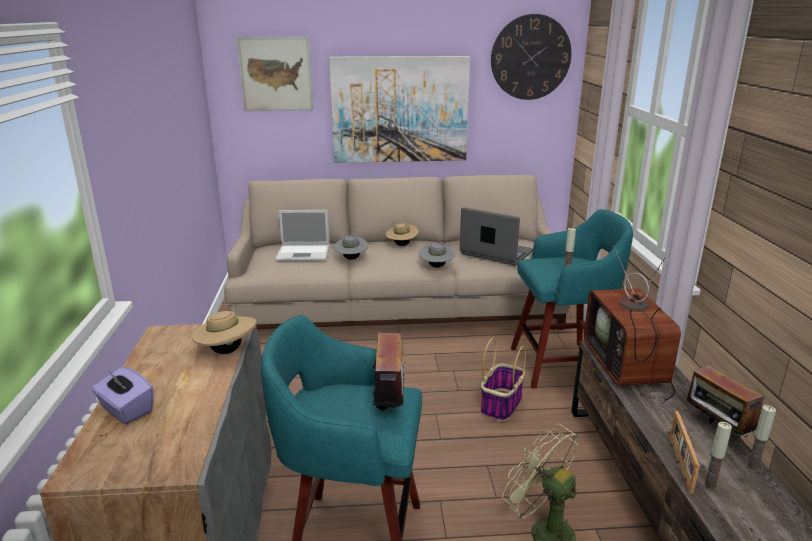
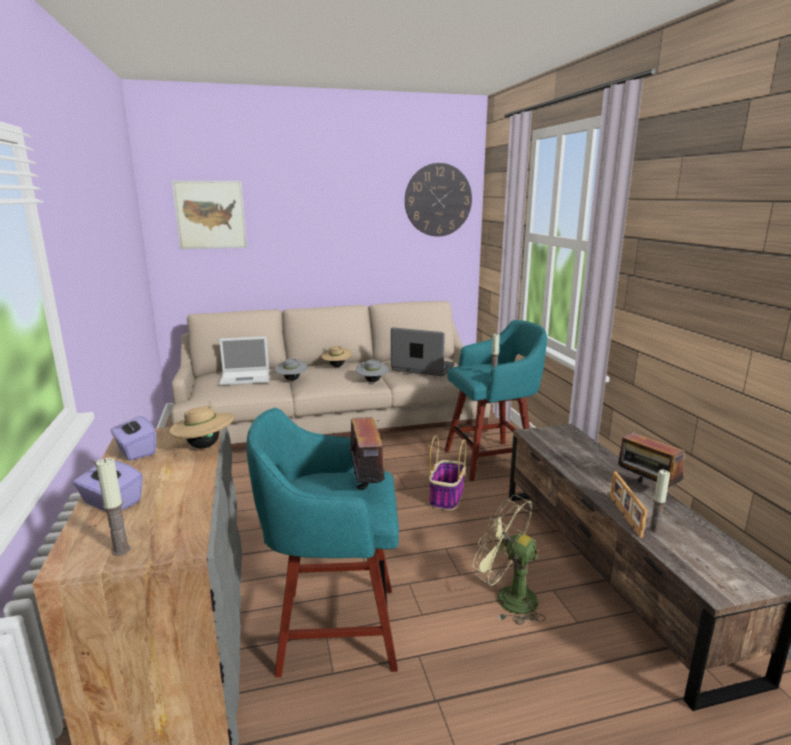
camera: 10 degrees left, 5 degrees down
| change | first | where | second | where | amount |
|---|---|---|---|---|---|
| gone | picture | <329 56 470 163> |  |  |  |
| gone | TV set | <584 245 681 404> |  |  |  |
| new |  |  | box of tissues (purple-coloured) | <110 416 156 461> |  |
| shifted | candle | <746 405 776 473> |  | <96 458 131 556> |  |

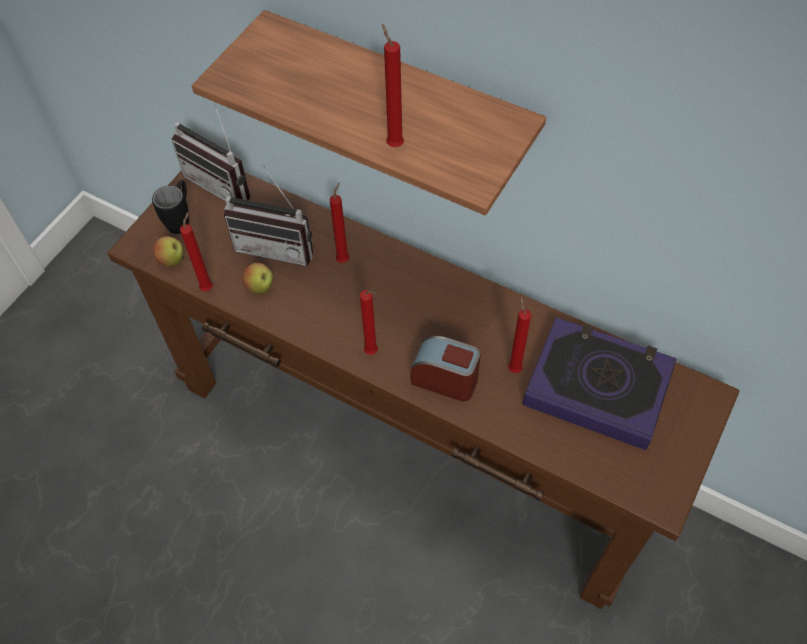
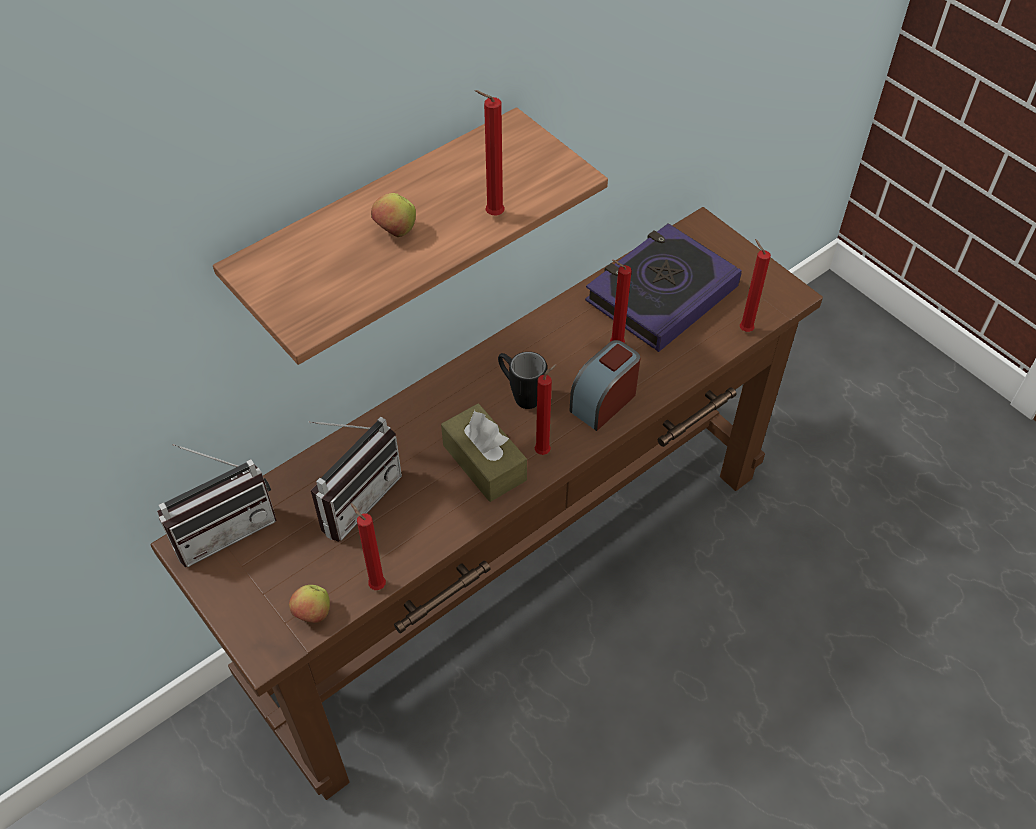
camera: 70 degrees left, 5 degrees down
| change | first | where | second | where | amount |
|---|---|---|---|---|---|
| new |  |  | box of tissues (brownish) | <441 404 527 502> |  |
| shifted | coffee mug (black-coloured) | <152 180 189 234> |  | <498 352 547 409> |  |
| shifted | apple | <242 263 273 294> |  | <371 193 416 237> |  |
| shifted | candle (red) | <330 183 349 263> |  | <740 239 771 332> |  |

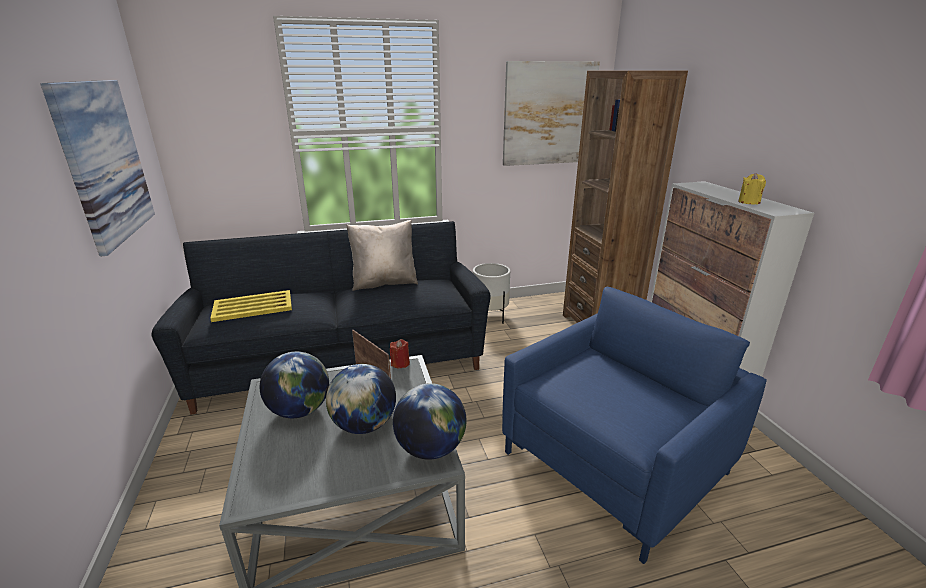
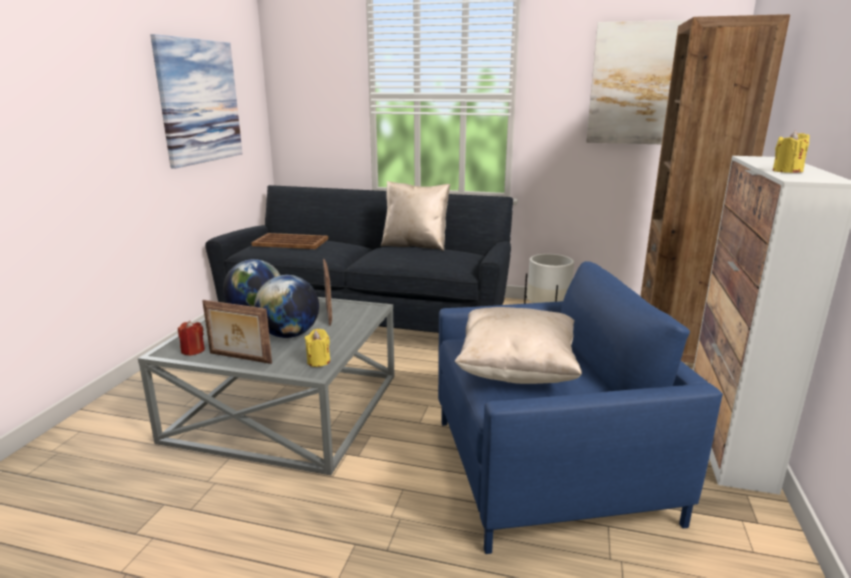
camera: 30 degrees right, 5 degrees down
| change | first | where | second | where | amount |
|---|---|---|---|---|---|
| new |  |  | picture frame | <202 300 272 364> |  |
| new |  |  | throw pillow (beige-coloured) | <455 307 582 384> |  |
| shifted | candle (red) | <390 339 410 368> |  | <178 321 205 356> |  |
| swapped | world globe | <393 383 466 460> | candle (yellowish) | <305 329 330 367> |  |
| repainted | serving tray (yellowish) | <210 290 292 322> | serving tray (brownish) | <251 233 328 249> |  |

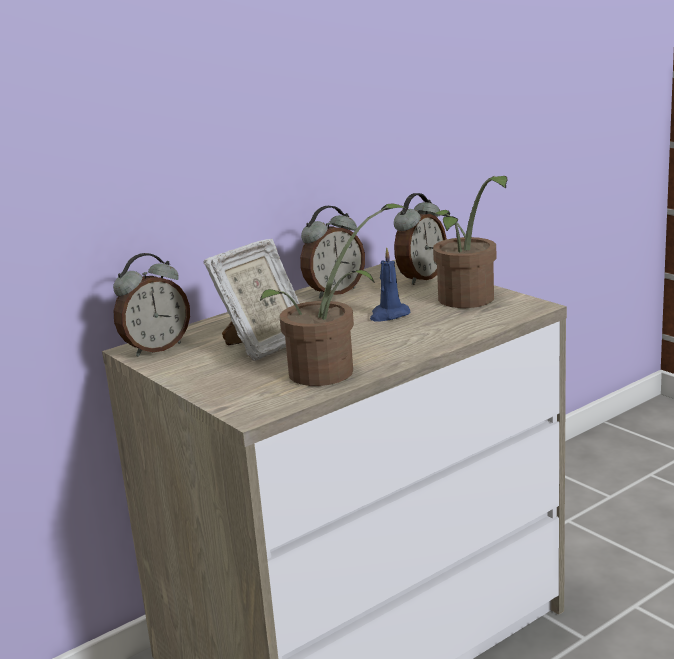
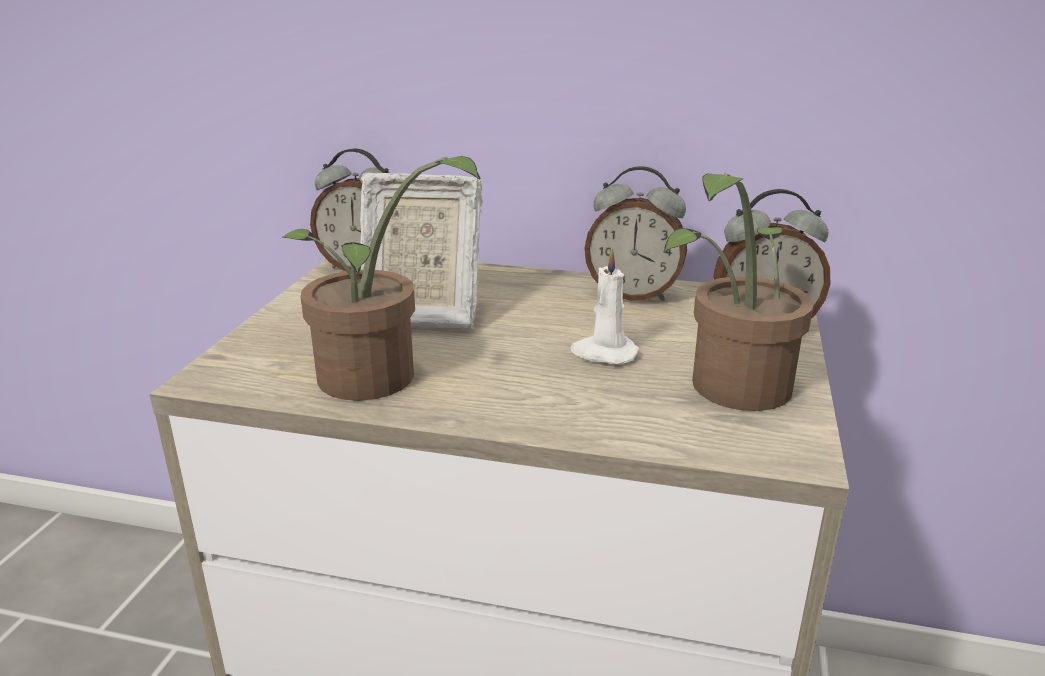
camera: 50 degrees right, 5 degrees up
| change | first | where | second | where | amount |
|---|---|---|---|---|---|
| repainted | candle (bluish) | <370 247 410 322> | candle (whitish) | <571 248 639 364> |  |

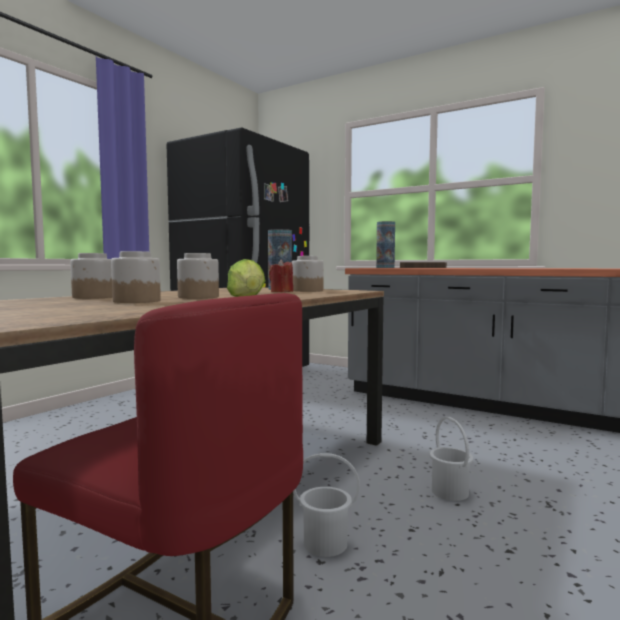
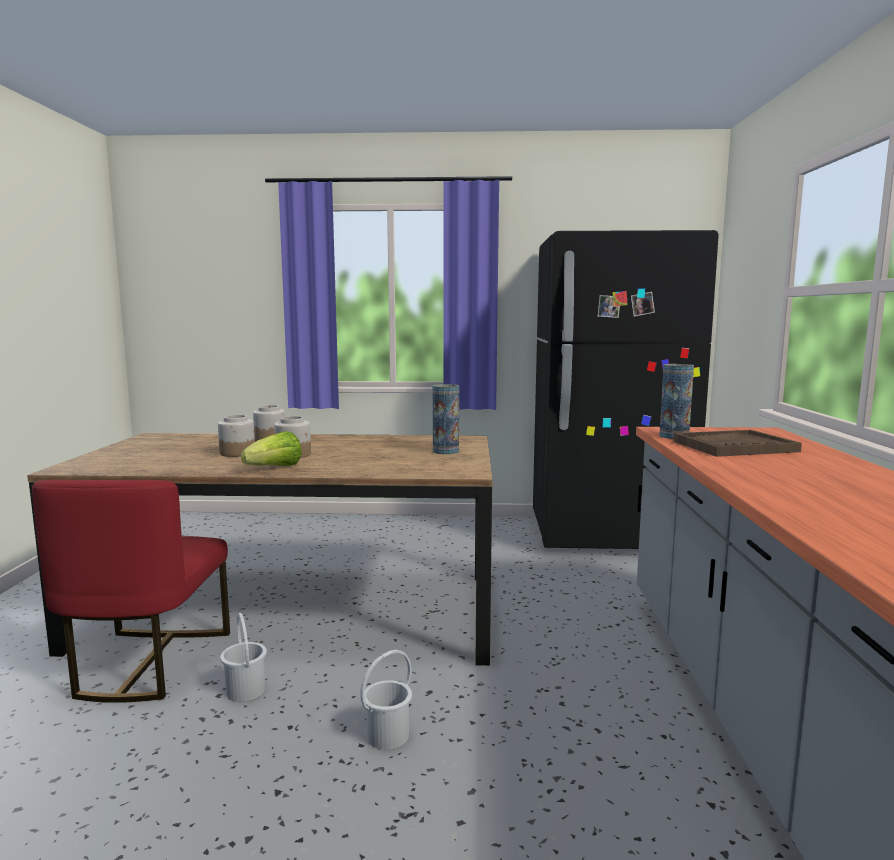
camera: 60 degrees right, 5 degrees up
| change | first | where | second | where | amount |
|---|---|---|---|---|---|
| gone | candle (red) | <269 260 293 292> |  |  |  |
| gone | preserve jar | <292 256 323 292> |  |  |  |

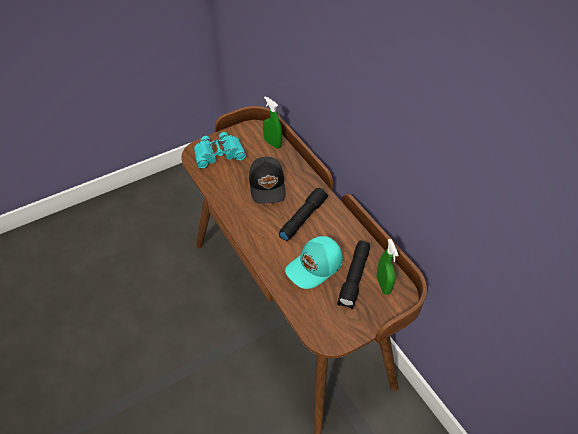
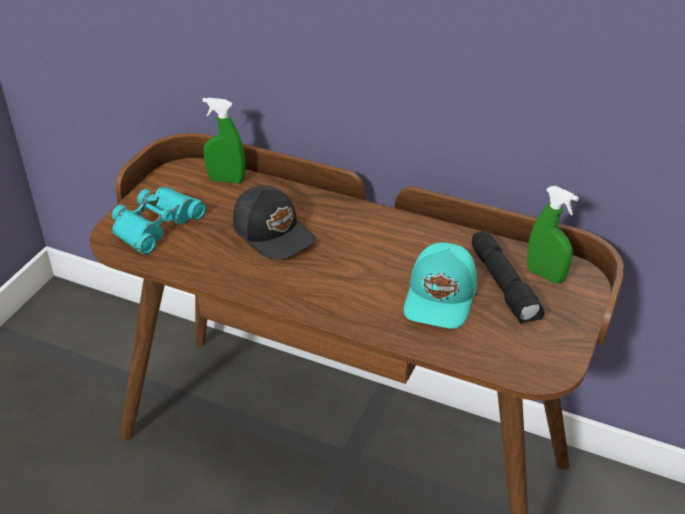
camera: 35 degrees left, 10 degrees down
| change | first | where | second | where | amount |
|---|---|---|---|---|---|
| gone | torch (black-coloured) | <279 188 328 241> |  |  |  |

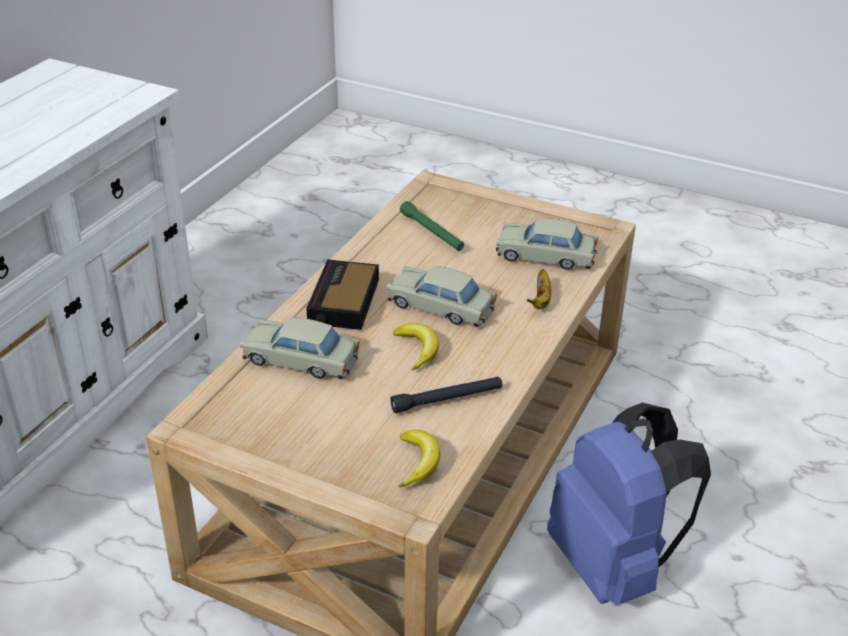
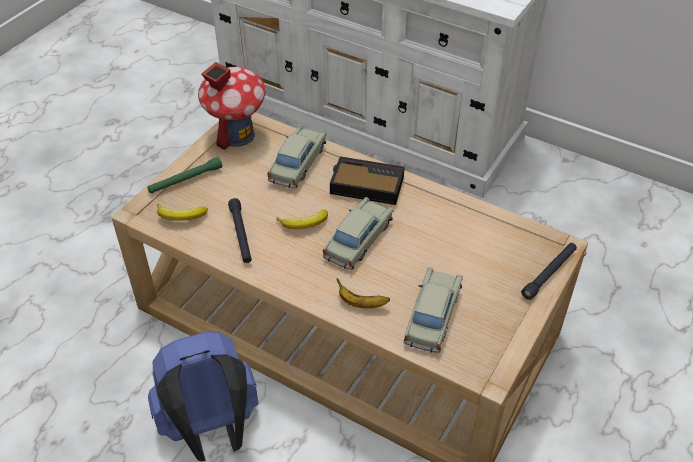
camera: 95 degrees right, 10 degrees up
| change | first | where | second | where | amount |
|---|---|---|---|---|---|
| new |  |  | toy house | <198 62 266 150> |  |
| new |  |  | torch (black-coloured) | <521 243 577 300> |  |
| shifted | torch (green) | <400 201 464 251> |  | <147 157 222 194> |  |

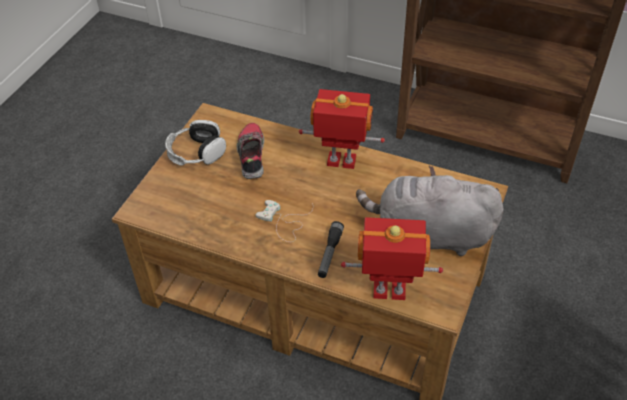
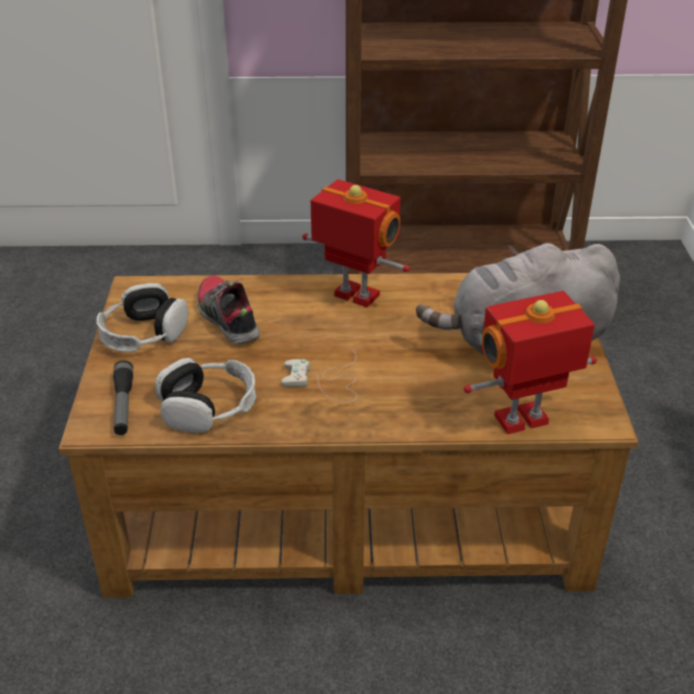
camera: 25 degrees left, 10 degrees down
| change | first | where | second | where | amount |
|---|---|---|---|---|---|
| new |  |  | pair of headphones | <155 358 256 433> |  |
| shifted | torch | <318 221 344 278> |  | <113 360 133 435> |  |
| rotated | robot figure | <299 89 385 169> |  | <302 179 410 307> | 45 degrees clockwise |

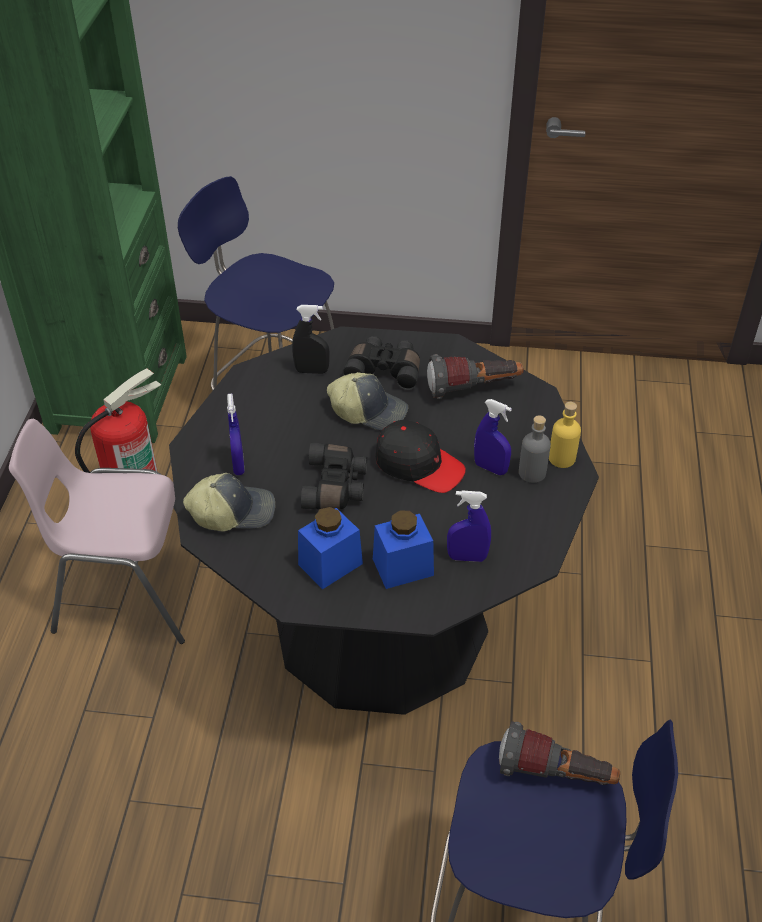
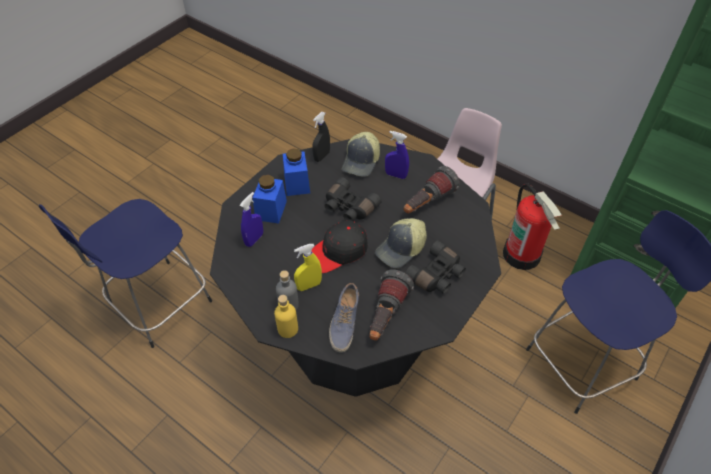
camera: 120 degrees right, 5 degrees up
| change | first | where | second | where | amount |
|---|---|---|---|---|---|
| new |  |  | low shoe | <329 283 359 353> |  |
| shifted | spray bottle (black-coloured) | <292 305 329 374> |  | <312 112 330 162> |  |
| shifted | torch | <499 721 620 785> |  | <403 166 460 214> |  |
| repainted | spray bottle (bluish) | <474 399 512 475> | spray bottle (yellowish) | <294 244 322 291> |  |

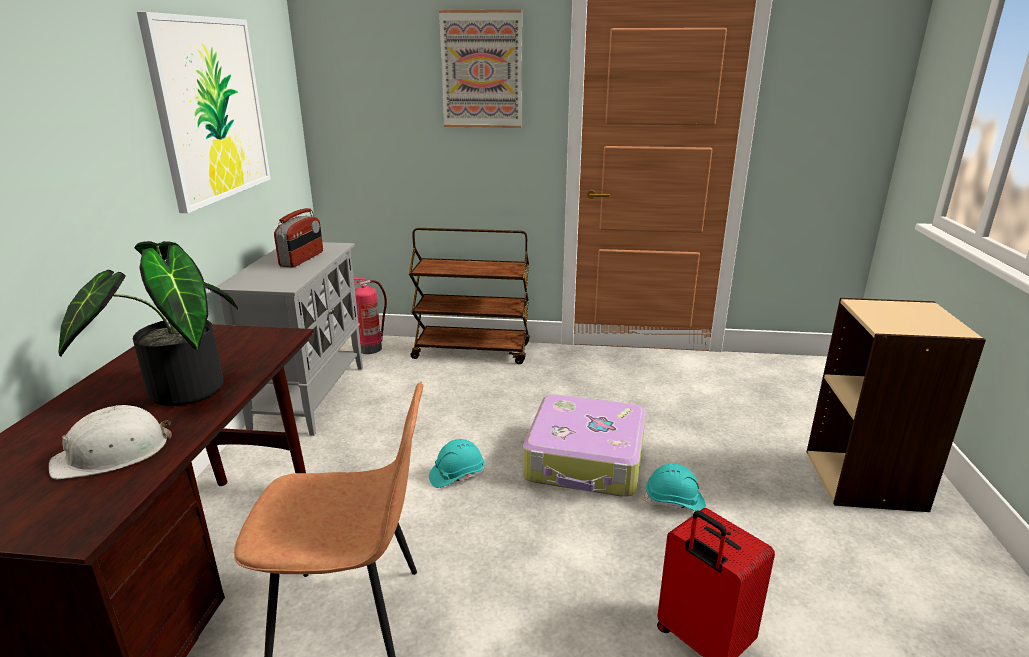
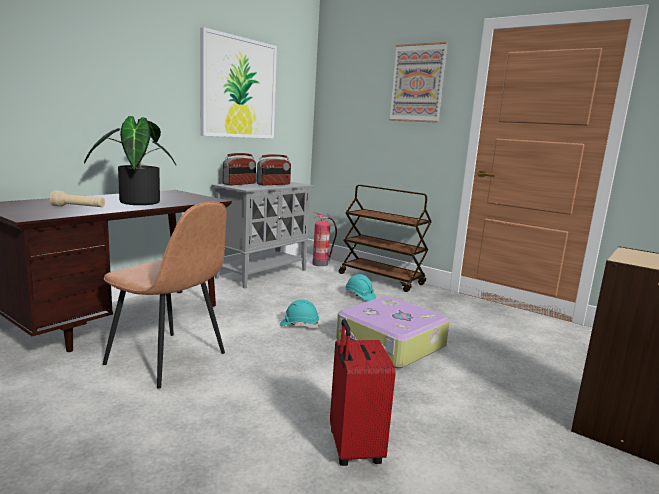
camera: 30 degrees right, 10 degrees down
| change | first | where | second | where | amount |
|---|---|---|---|---|---|
| new |  |  | radio | <223 153 256 185> |  |
| shifted | work helmet (turquoise) | <644 463 706 511> |  | <345 274 376 301> |  |
| swapped | work helmet (whitish) | <49 405 172 479> | torch (beige-coloured) | <49 190 105 207> |  |

